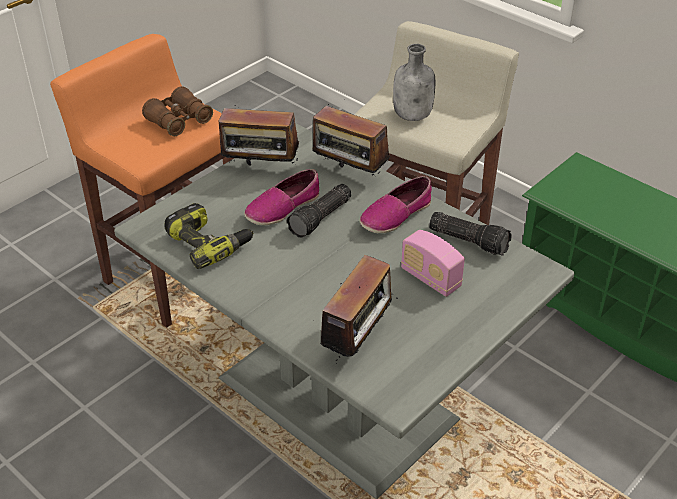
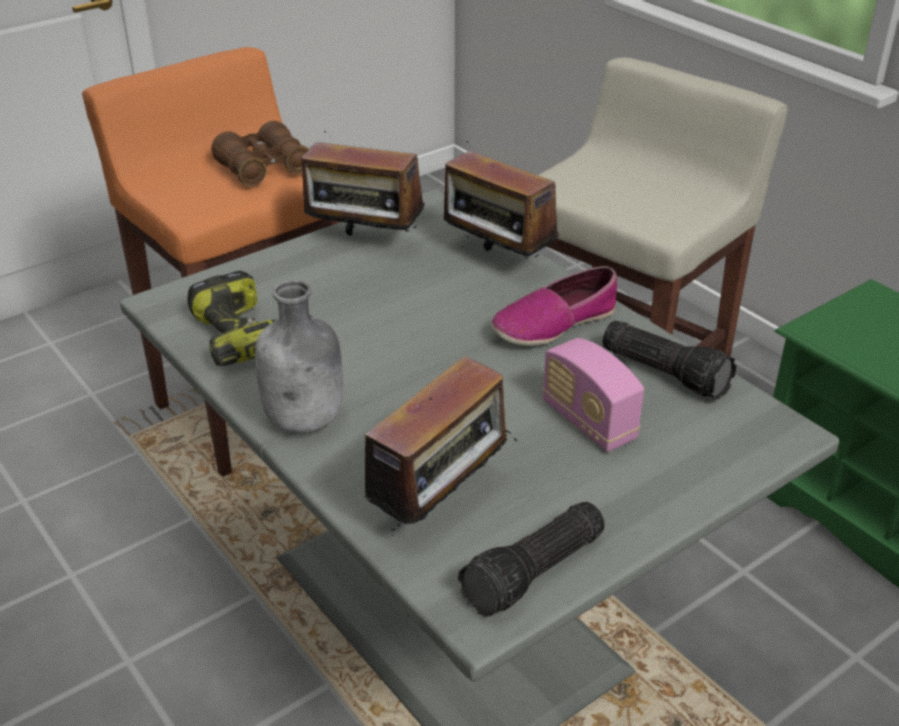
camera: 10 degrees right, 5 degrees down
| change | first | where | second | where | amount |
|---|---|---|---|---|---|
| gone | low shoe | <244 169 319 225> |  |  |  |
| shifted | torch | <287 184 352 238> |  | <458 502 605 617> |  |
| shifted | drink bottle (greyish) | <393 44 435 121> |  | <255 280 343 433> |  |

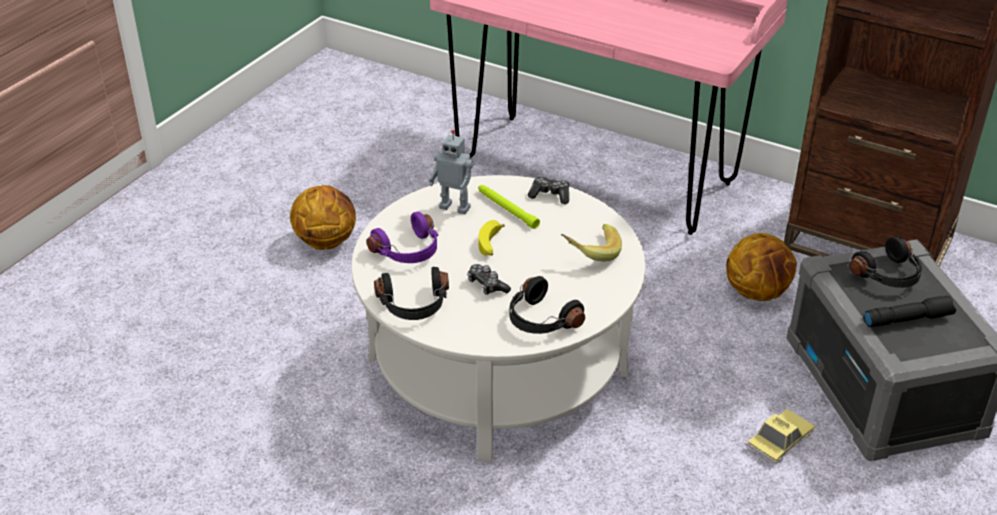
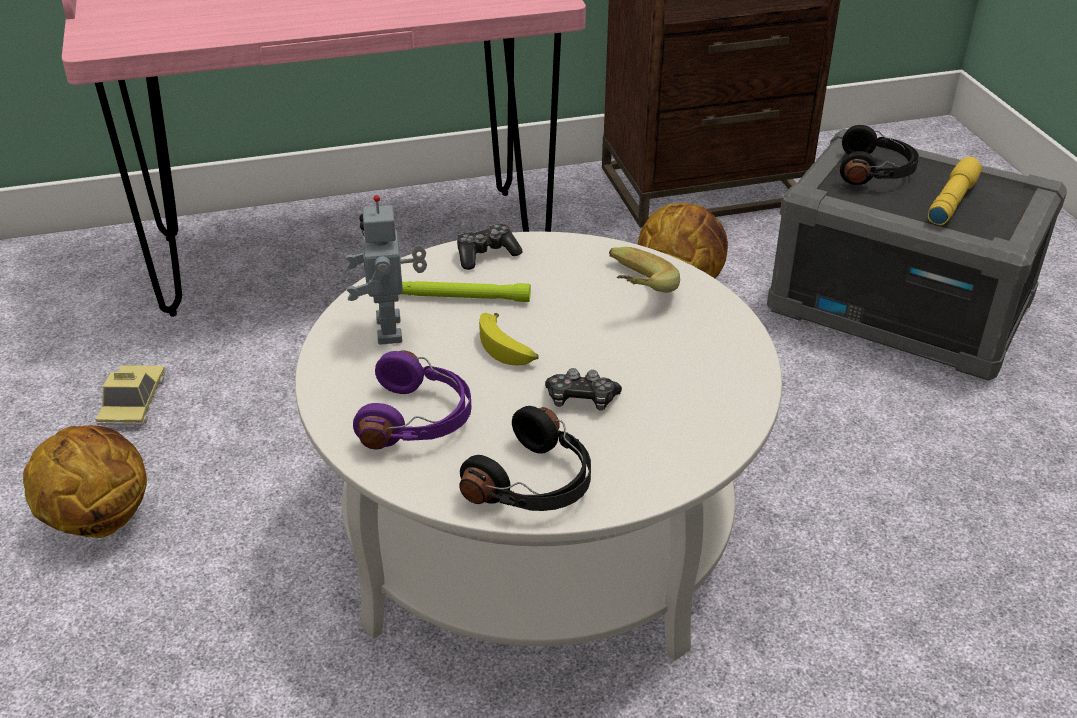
camera: 45 degrees left, 0 degrees up
| change | first | where | second | where | amount |
|---|---|---|---|---|---|
| gone | pair of headphones (black-coloured) | <509 276 585 334> |  |  |  |
| shifted | model car | <747 409 815 464> |  | <95 365 165 426> |  |
| repainted | torch (black-coloured) | <863 296 956 327> | torch (yellowish) | <928 157 983 225> |  |
| rotated | robot figure | <429 130 474 215> |  | <346 195 427 345> | 105 degrees clockwise |

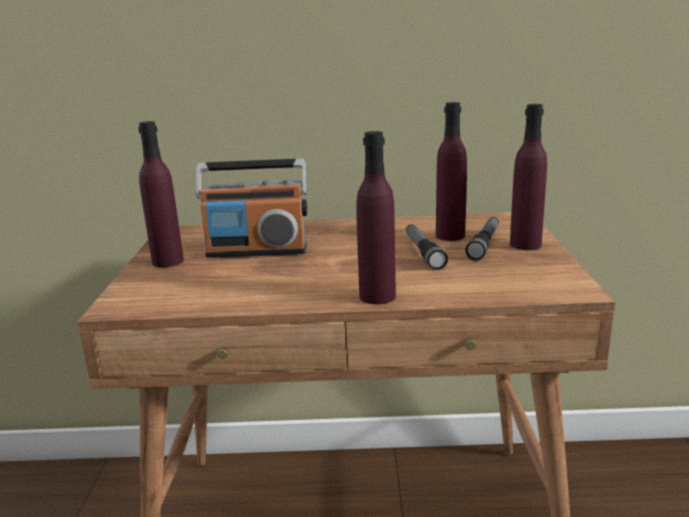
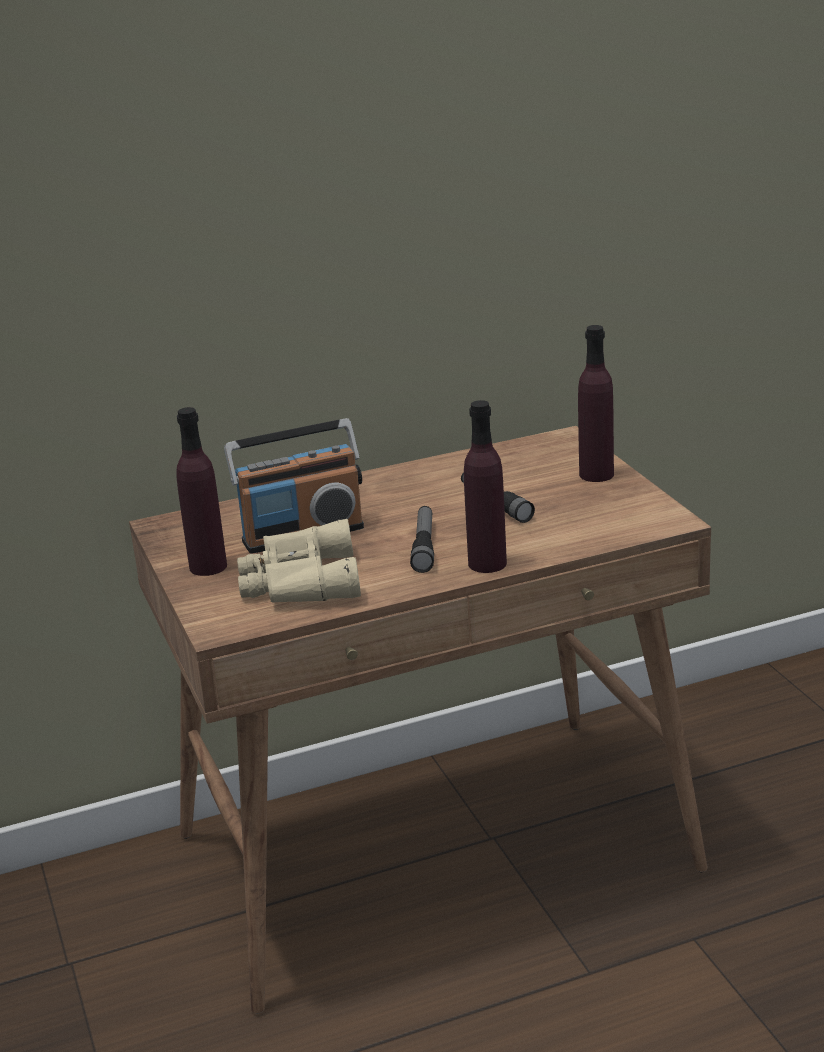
camera: 20 degrees left, 5 degrees up
| change | first | where | second | where | amount |
|---|---|---|---|---|---|
| gone | drink bottle (purple-coloured) | <436 102 467 241> |  |  |  |
| new |  |  | pair of binoculars (beige-coloured) | <237 519 361 603> |  |
| shifted | torch | <465 217 499 260> |  | <410 506 434 573> |  |

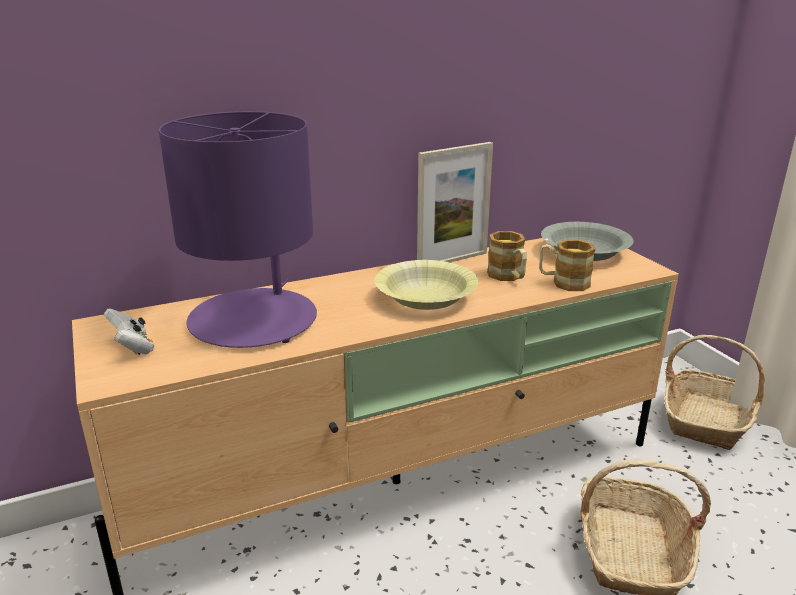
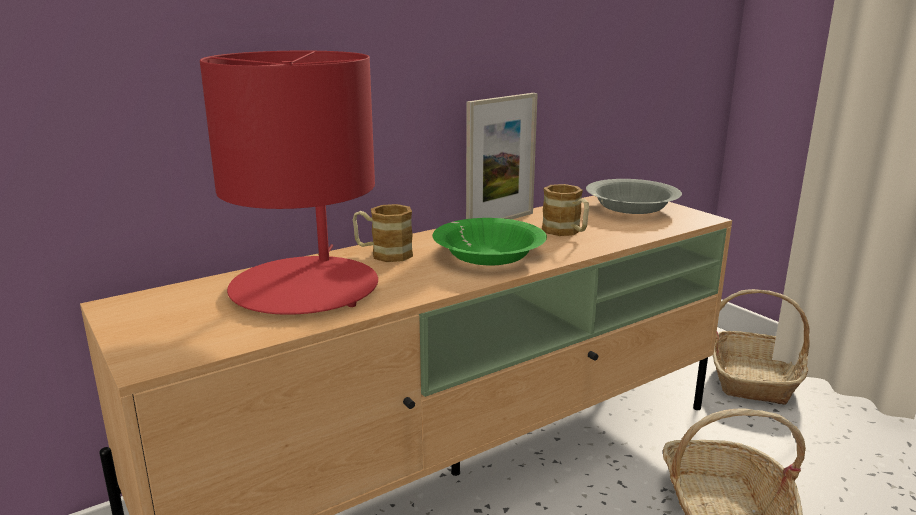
camera: 10 degrees left, 5 degrees down
| change | first | where | second | where | amount |
|---|---|---|---|---|---|
| gone | game controller (whitish) | <104 308 154 355> |  |  |  |
| shifted | coffee mug | <539 240 596 291> |  | <353 204 413 262> |  |
| repainted | tabletop lamp (purple-coloured) | <159 111 317 348> | tabletop lamp (red) | <200 51 378 315> |  |
| repainted | bowl (yellowish) | <374 260 479 310> | bowl (green) | <433 218 547 265> |  |

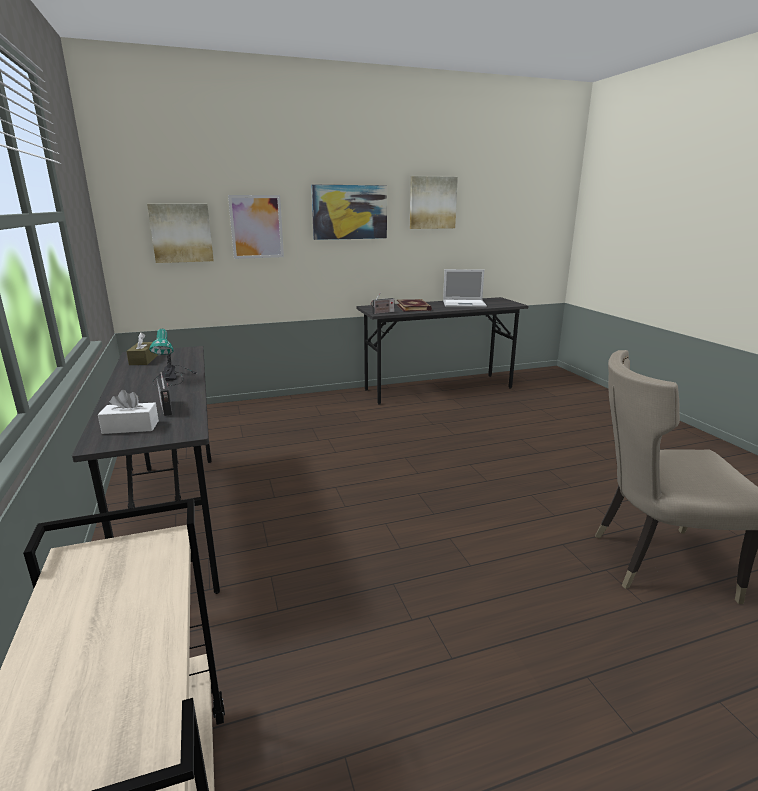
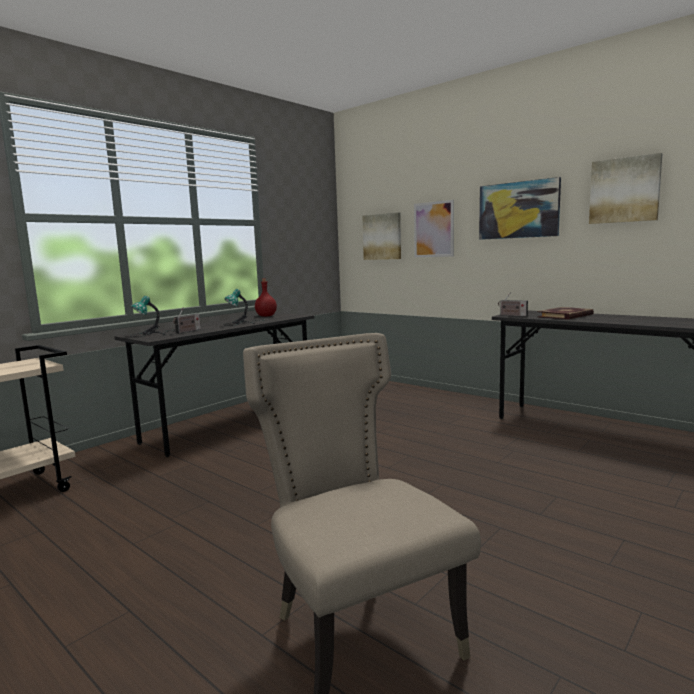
camera: 60 degrees right, 10 degrees down
| change | first | where | second | where | amount |
|---|---|---|---|---|---|
| gone | portable computer | <443 269 487 307> |  |  |  |
| swapped | box of tissues (whitish) | <98 390 159 434> | tabletop lamp | <130 296 172 337> |  |
| swapped | box of tissues (brownish) | <126 332 158 365> | drink bottle (red) | <255 278 277 317> |  |

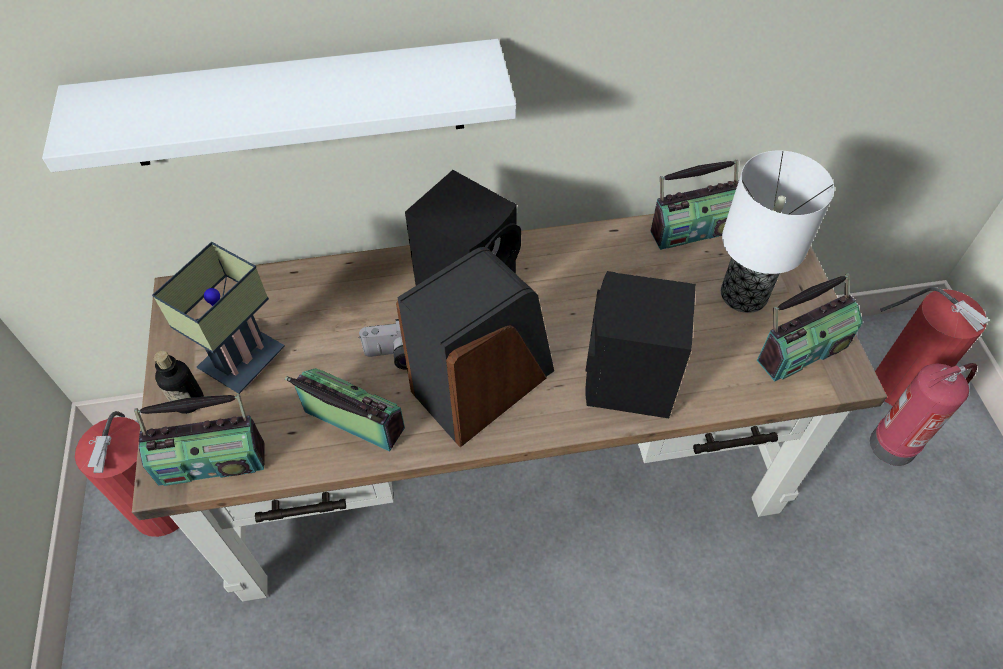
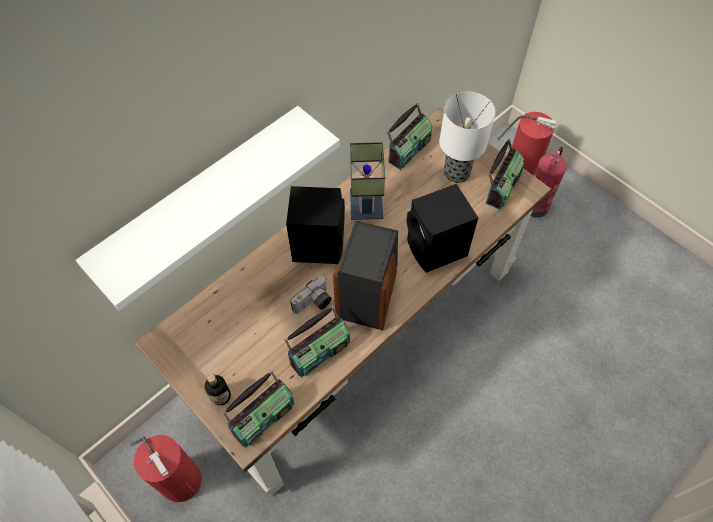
camera: 35 degrees left, 5 degrees up
| change | first | where | second | where | amount |
|---|---|---|---|---|---|
| shifted | tabletop lamp | <152 242 285 394> |  | <350 142 385 220> |  |
| rotated | radio | <285 368 405 452> |  | <284 306 350 377> | 150 degrees clockwise |

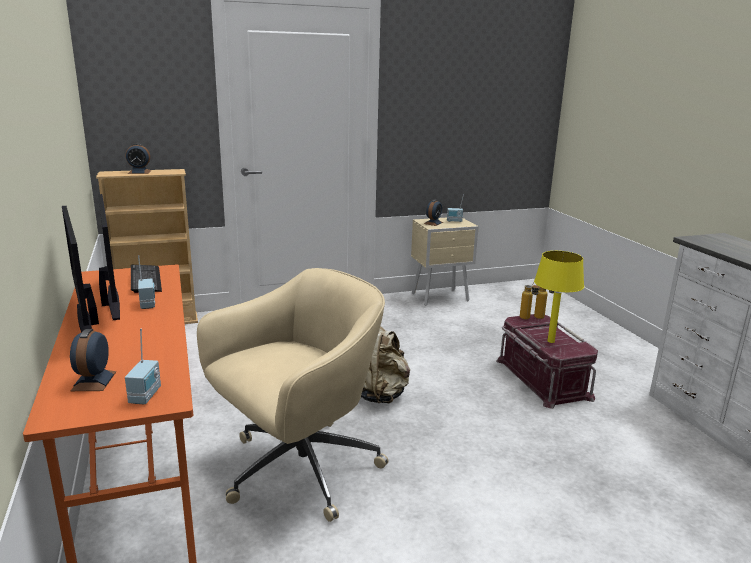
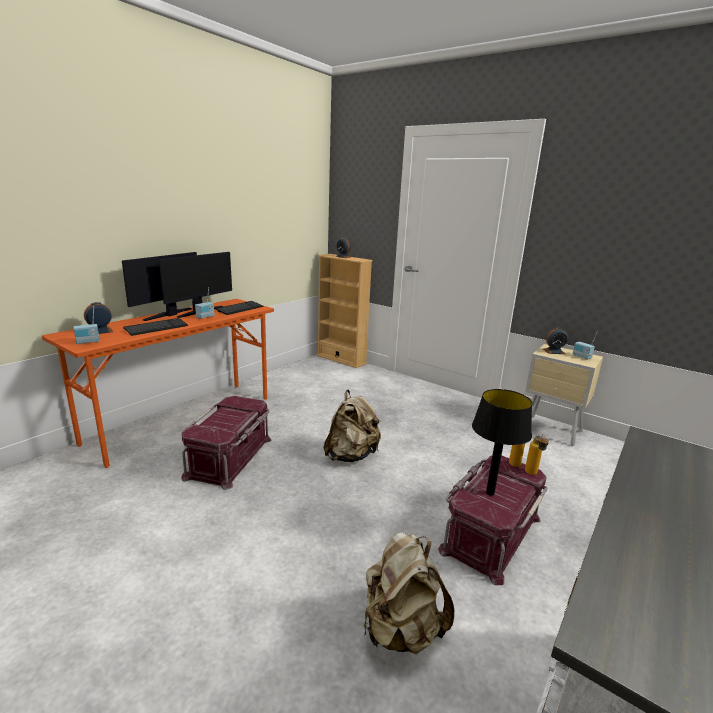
camera: 55 degrees right, 0 degrees up
| change | first | where | second | where | amount |
|---|---|---|---|---|---|
| new |  |  | keyboard | <123 318 188 336> |  |
| new |  |  | backpack (beige-coloured) | <364 532 454 654> |  |
| swapped | office chair (beige-coloured) | <197 268 389 522> | storage bin (red) | <181 396 271 490> |  |
| repainted | tabletop lamp (yellowish) | <534 251 584 343> | tabletop lamp (black-coloured) | <472 389 532 496> |  |

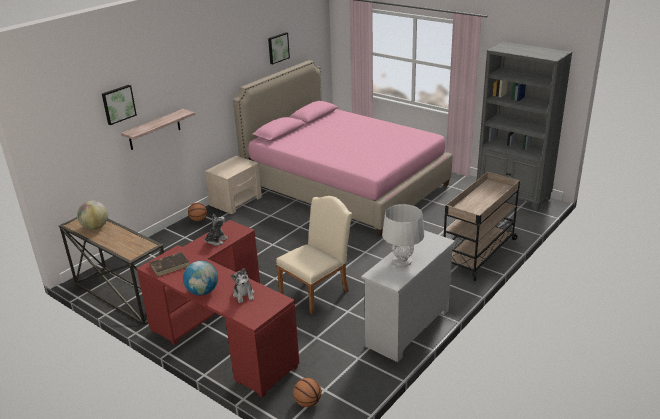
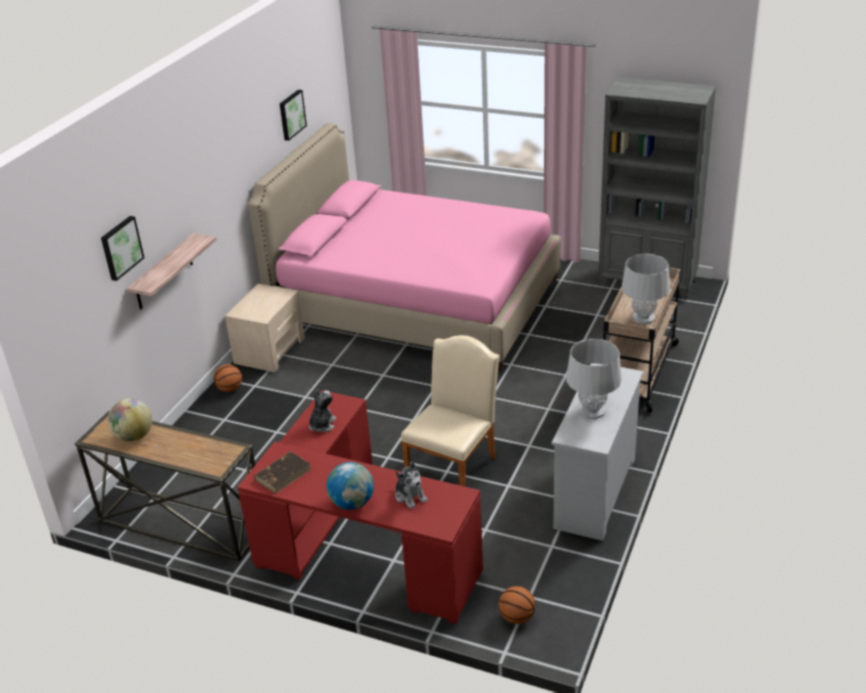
camera: 15 degrees left, 5 degrees up
| change | first | where | second | where | amount |
|---|---|---|---|---|---|
| new |  |  | tabletop lamp (greyish) | <622 253 670 324> |  |

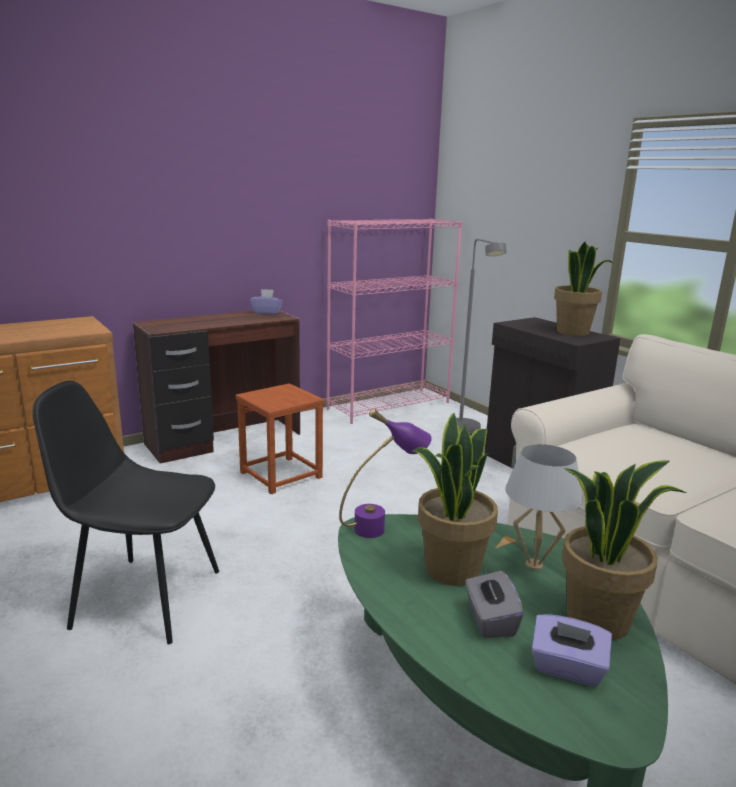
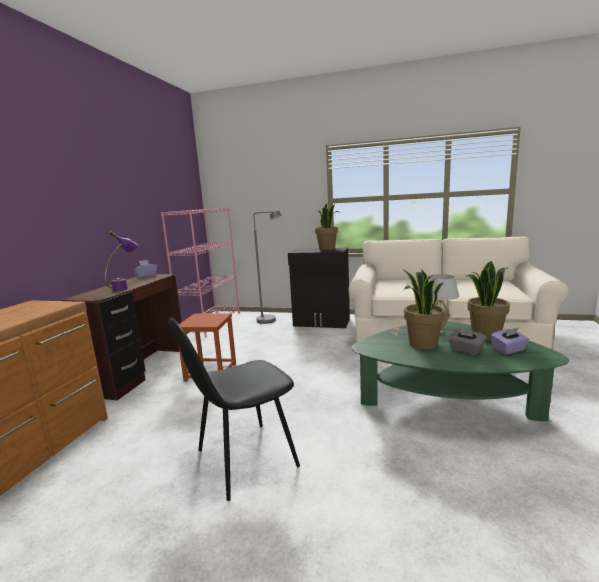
camera: 40 degrees left, 5 degrees down
| change | first | where | second | where | amount |
|---|---|---|---|---|---|
| shifted | tabletop lamp (purple-coloured) | <339 409 432 538> |  | <105 230 138 291> |  |

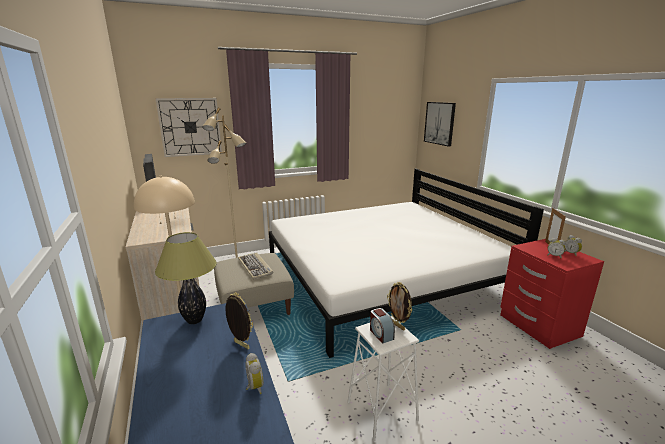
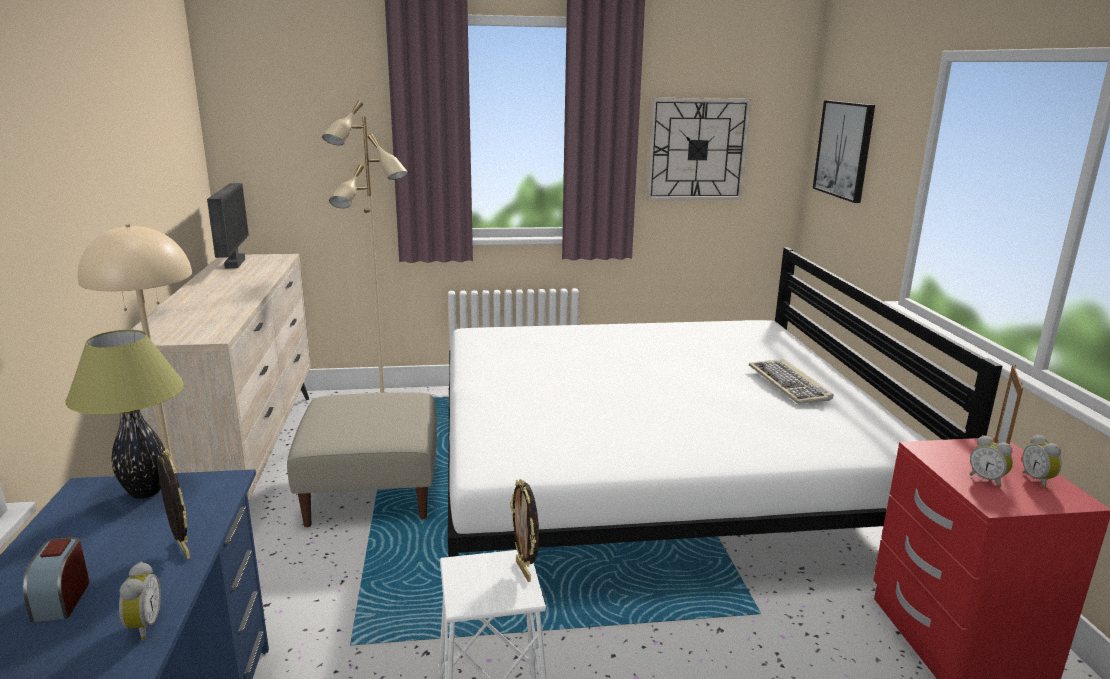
camera: 15 degrees right, 0 degrees up
| change | first | where | second | where | amount |
|---|---|---|---|---|---|
| shifted | wall clock | <155 98 222 157> |  | <646 98 751 200> |  |
| shifted | keyboard | <238 253 273 279> |  | <749 359 834 404> |  |
| shifted | alarm clock | <370 308 395 344> |  | <23 537 90 622> |  |

